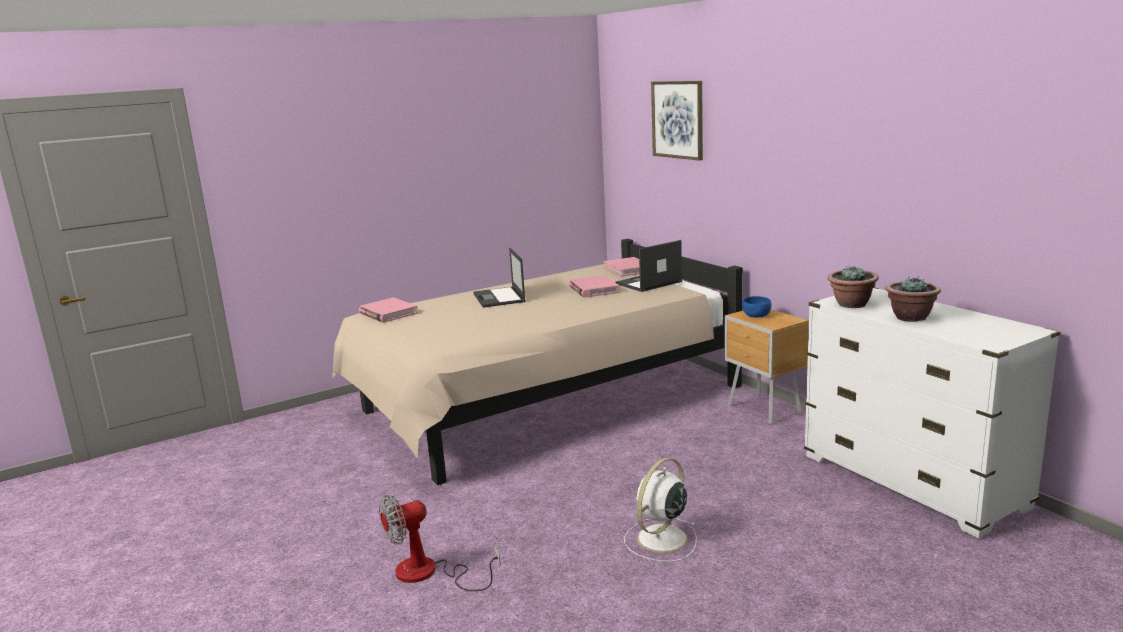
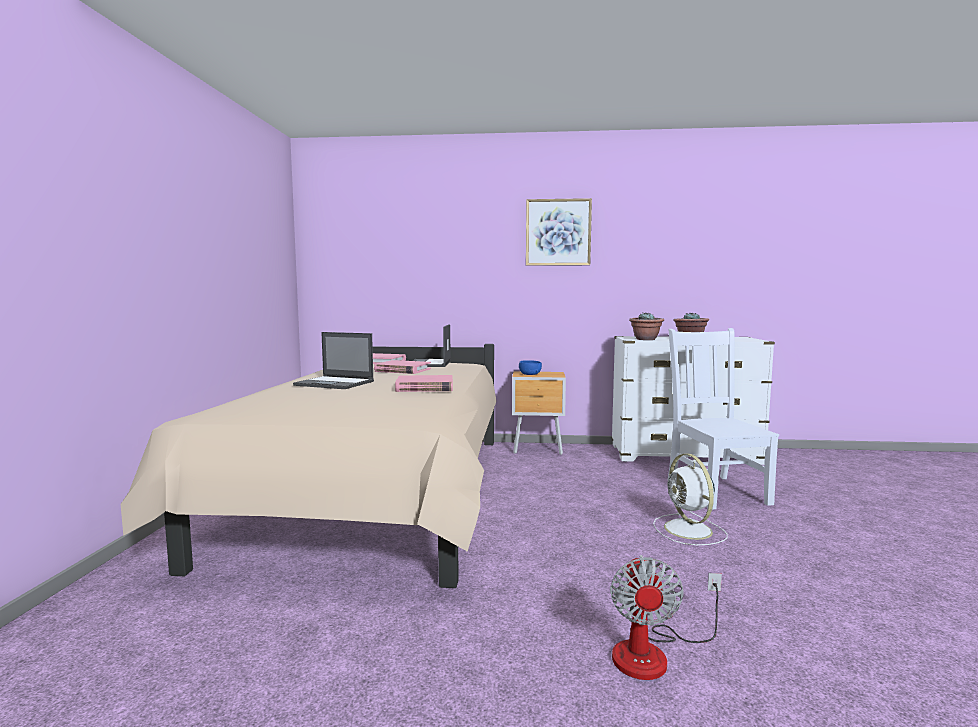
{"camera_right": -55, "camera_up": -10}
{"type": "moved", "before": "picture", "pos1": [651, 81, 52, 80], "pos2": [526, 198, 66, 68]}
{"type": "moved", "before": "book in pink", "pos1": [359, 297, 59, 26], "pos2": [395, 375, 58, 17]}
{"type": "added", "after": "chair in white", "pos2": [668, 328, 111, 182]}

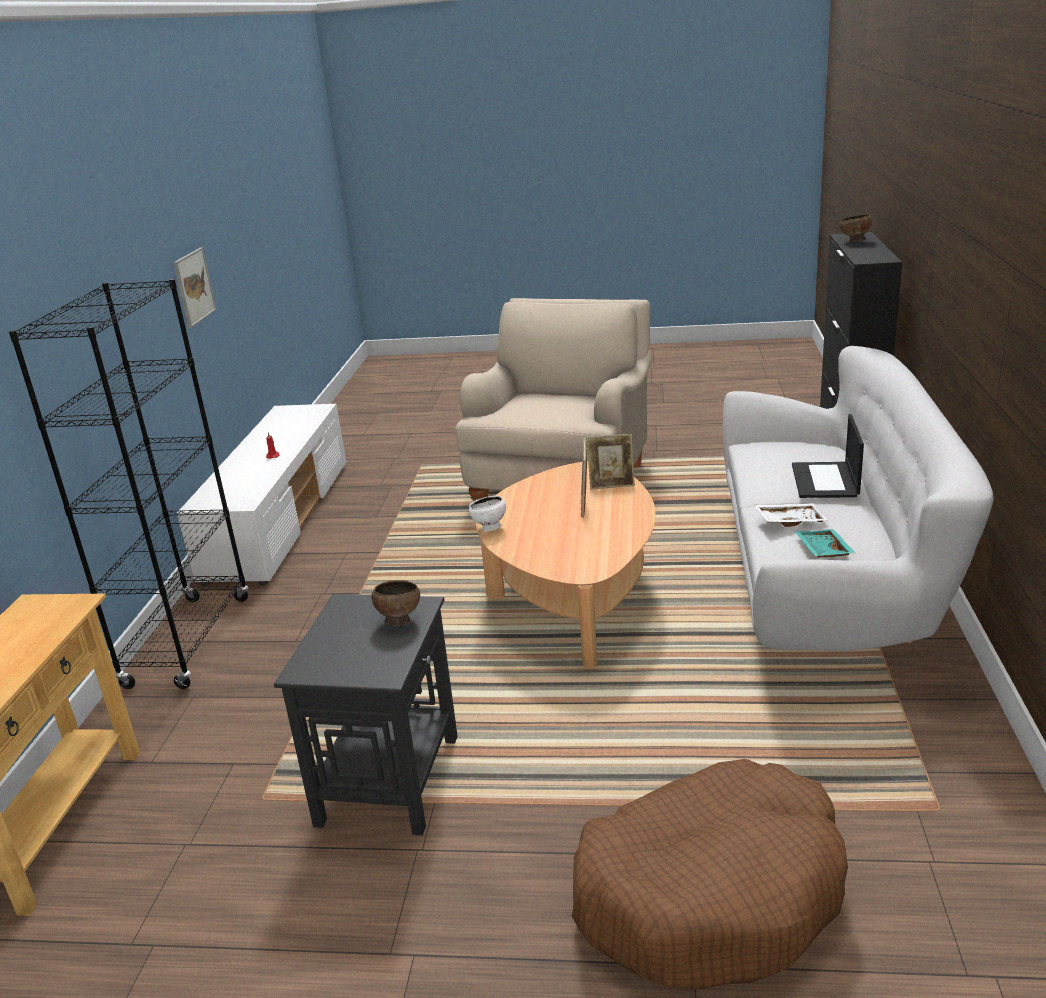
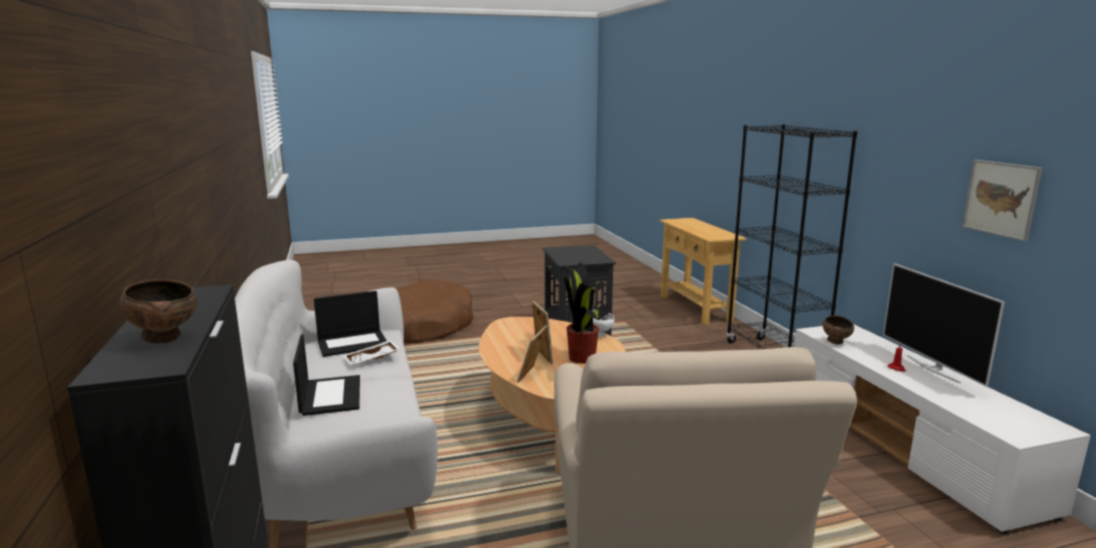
{"camera_right": 155, "camera_up": -10}
{"type": "turned", "before": "picture frame", "pos1": [587, 434, 48, 56], "pos2": [517, 325, 30, 58], "turn": -45}
{"type": "replaced", "before": "tray in turquoise", "after": "laptop", "pos1": [795, 529, 61, 29], "pos2": [314, 291, 73, 66]}
{"type": "moved", "before": "bowl in brown", "pos1": [372, 580, 48, 46], "pos2": [823, 315, 31, 29]}
{"type": "added", "after": "potted plant", "pos2": [561, 262, 48, 102]}
{"type": "added", "after": "television", "pos2": [883, 263, 122, 124]}

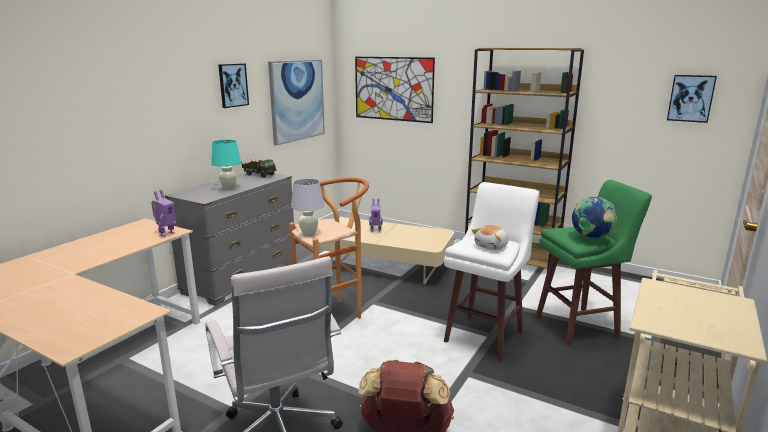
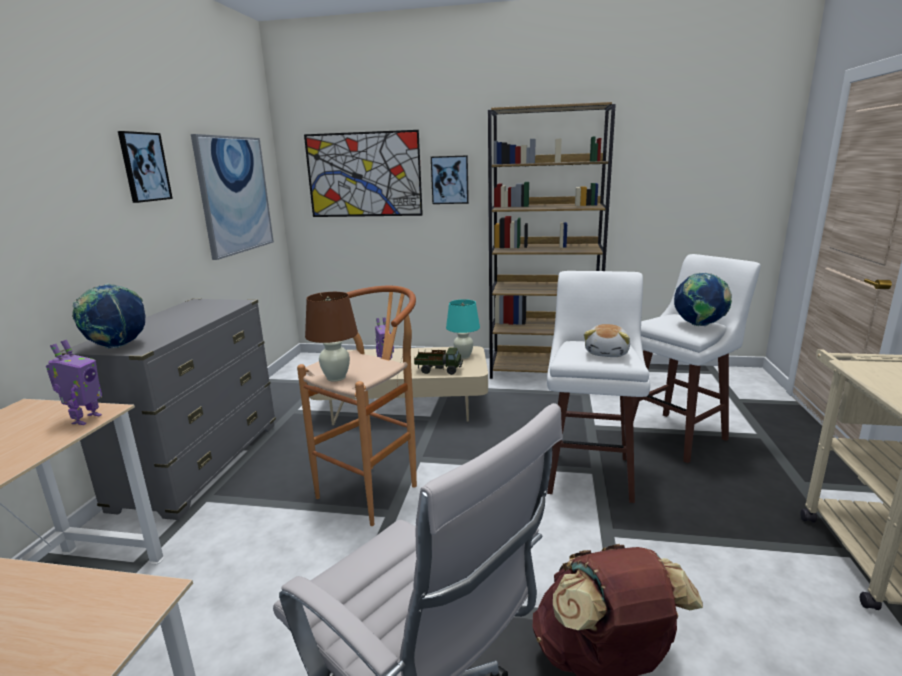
{"camera_right": -20, "camera_up": 0}
{"type": "moved", "before": "picture", "pos1": [667, 75, 50, 48], "pos2": [431, 155, 38, 49]}
{"type": "moved", "before": "table lamp in turquoise", "pos1": [211, 140, 30, 50], "pos2": [446, 299, 34, 60]}
{"type": "moved", "before": "toy truck", "pos1": [241, 159, 36, 19], "pos2": [414, 348, 49, 27]}
{"type": "recoloured", "before": "table lamp in white", "after": "table lamp in brown", "pos1": [291, 179, 33, 57], "pos2": [305, 292, 53, 90]}
{"type": "recoloured", "before": "stool in green", "after": "stool in white", "pos1": [536, 180, 116, 166], "pos2": [633, 254, 128, 209]}
{"type": "added", "after": "globe", "pos2": [72, 284, 73, 65]}

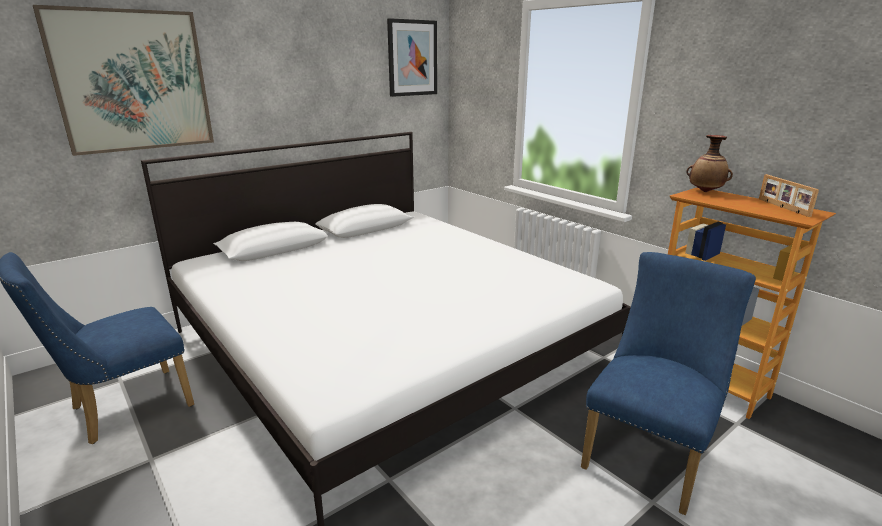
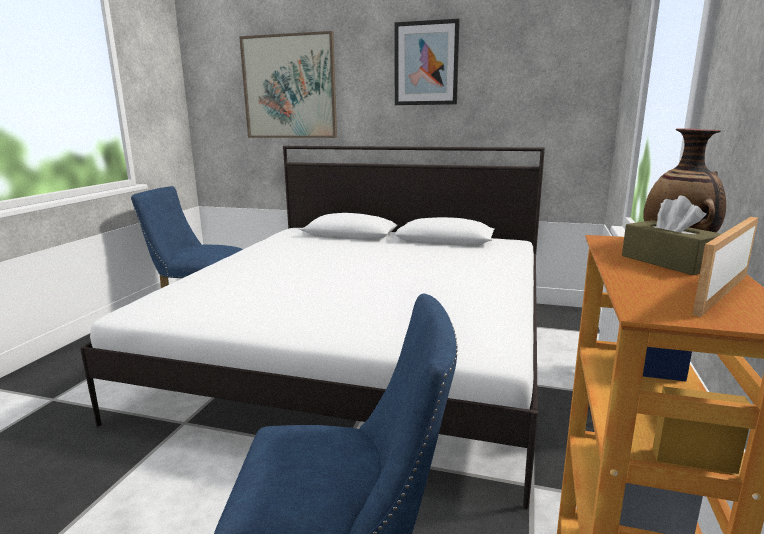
{"camera_right": 55, "camera_up": -5}
{"type": "moved", "before": "picture", "pos1": [387, 18, 50, 79], "pos2": [394, 18, 66, 87]}
{"type": "added", "after": "tissue box in brown", "pos2": [622, 195, 99, 80]}

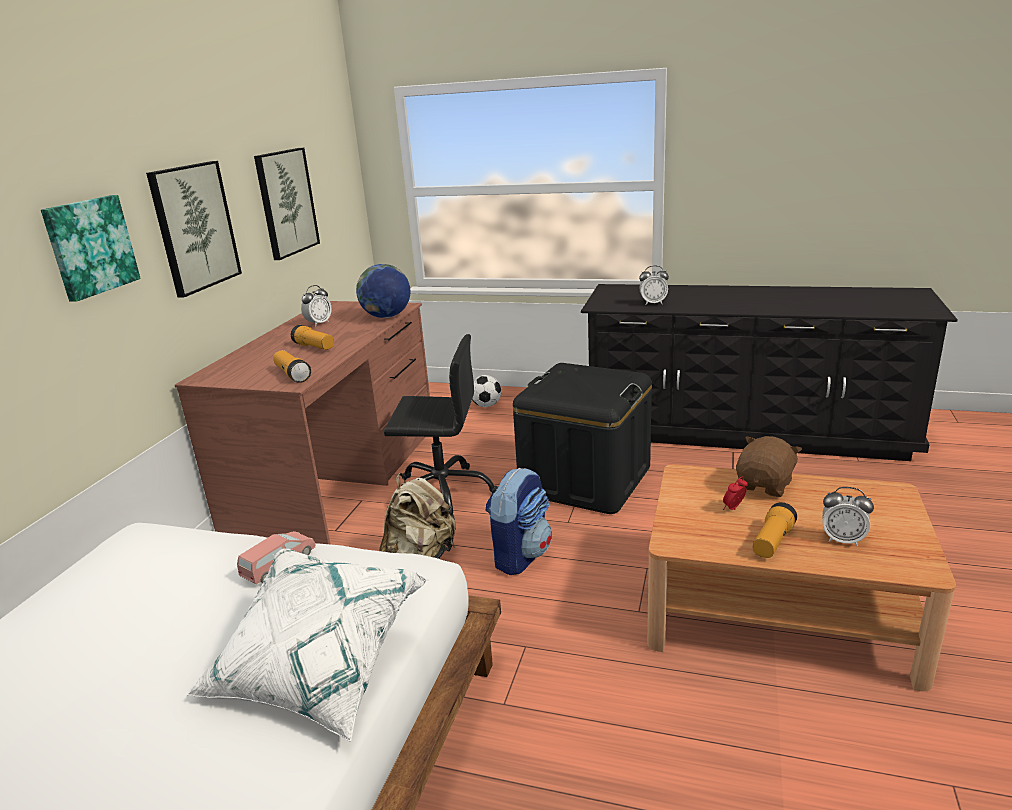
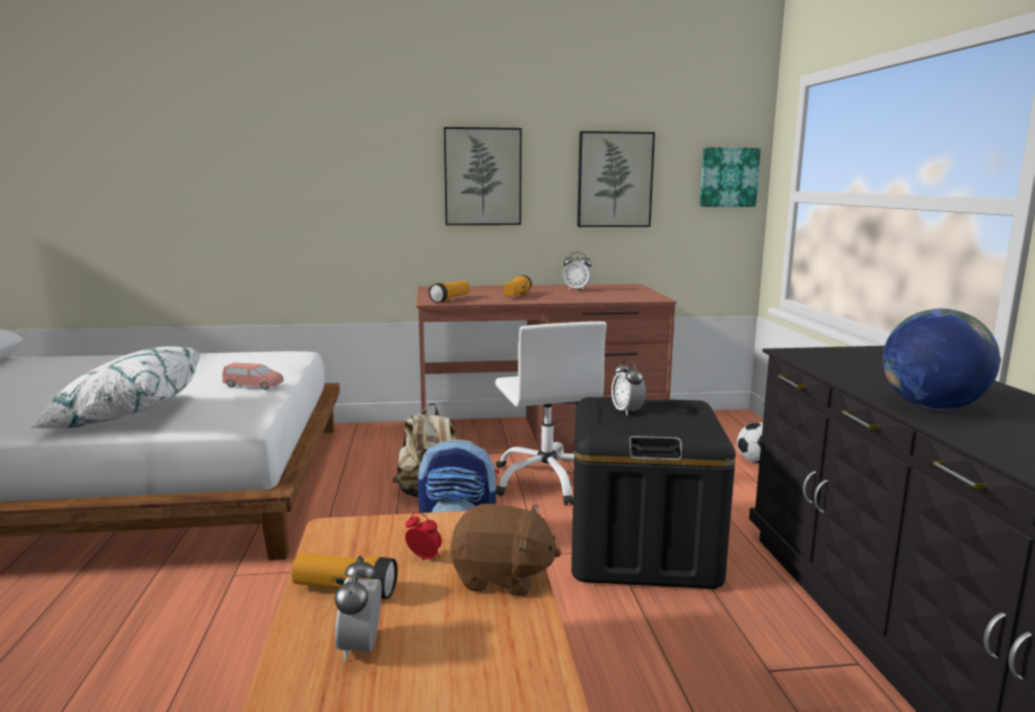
{"camera_right": 65, "camera_up": -10}
{"type": "moved", "before": "picture", "pos1": [41, 195, 100, 107], "pos2": [700, 147, 61, 60]}
{"type": "moved", "before": "globe", "pos1": [356, 264, 54, 54], "pos2": [883, 309, 117, 101]}
{"type": "moved", "before": "alarm clock", "pos1": [639, 266, 30, 39], "pos2": [611, 359, 35, 57]}
{"type": "recoloured", "before": "office chair in black", "after": "office chair in white", "pos1": [384, 334, 114, 186], "pos2": [495, 321, 112, 185]}

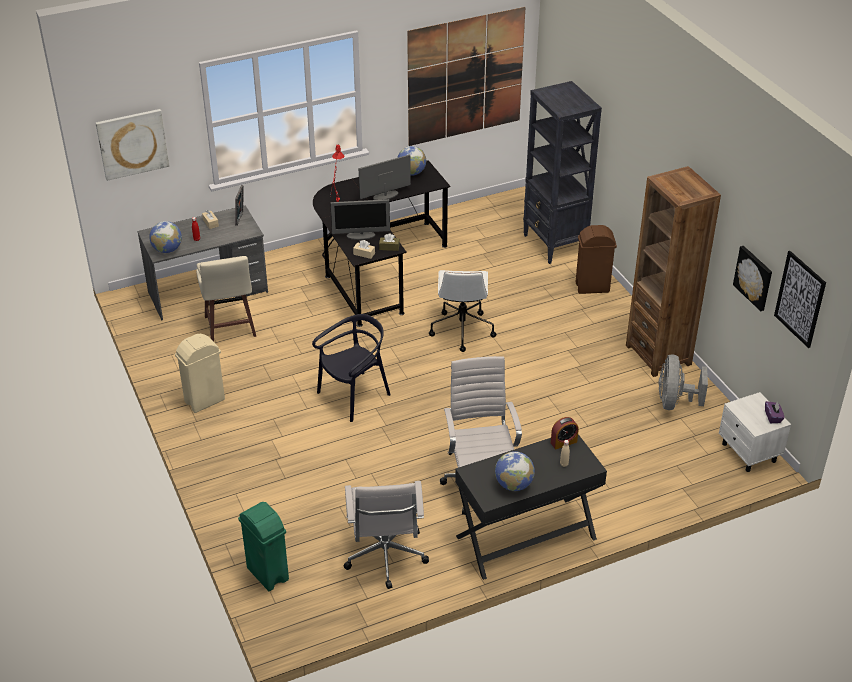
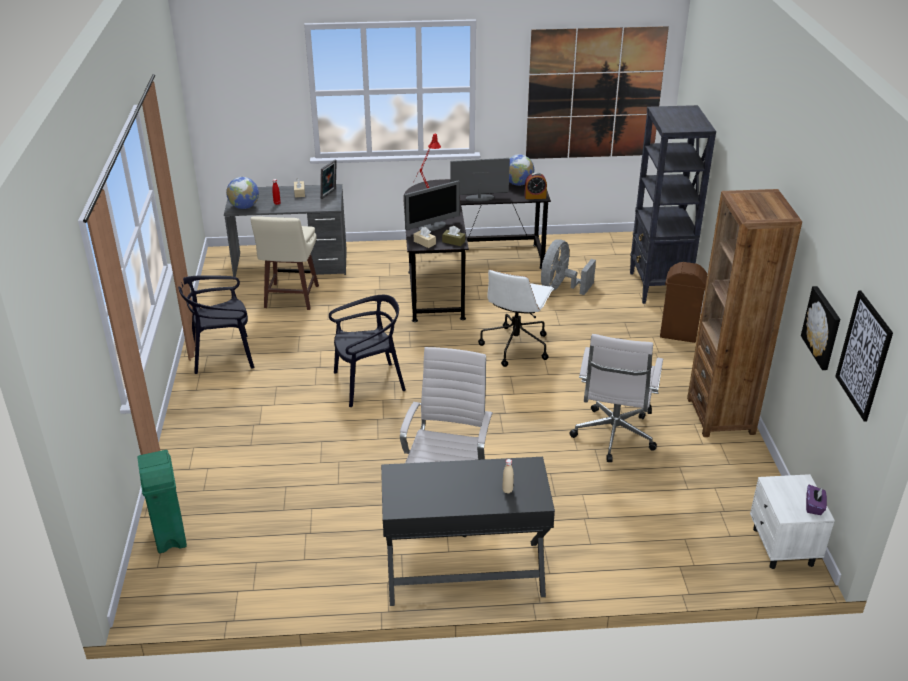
{"camera_right": 20, "camera_up": -5}
{"type": "removed", "before": "picture", "pos1": [96, 109, 73, 72]}
{"type": "turned", "before": "monitor", "pos1": [330, 199, 60, 41], "pos2": [404, 180, 56, 51], "turn": -45}
{"type": "replaced", "before": "trash can in beige", "after": "chair in black", "pos1": [175, 334, 50, 79], "pos2": [178, 275, 76, 99]}
{"type": "moved", "before": "fan in grey", "pos1": [659, 355, 49, 55], "pos2": [541, 239, 55, 56]}
{"type": "moved", "before": "alarm clock", "pos1": [551, 417, 28, 32], "pos2": [525, 173, 22, 26]}
{"type": "removed", "before": "globe", "pos1": [495, 451, 40, 40]}
{"type": "moved", "before": "office chair in white", "pos1": [344, 481, 85, 108], "pos2": [570, 334, 93, 128]}

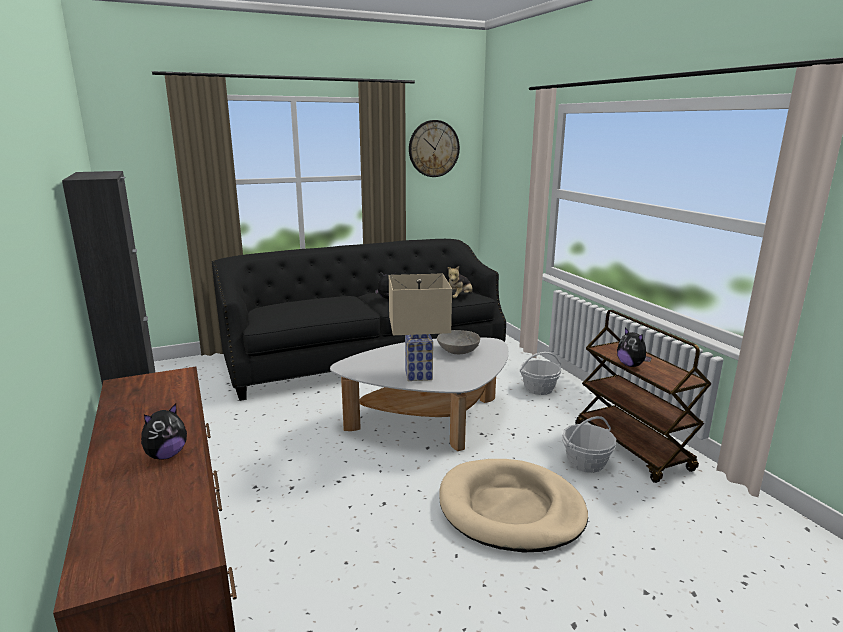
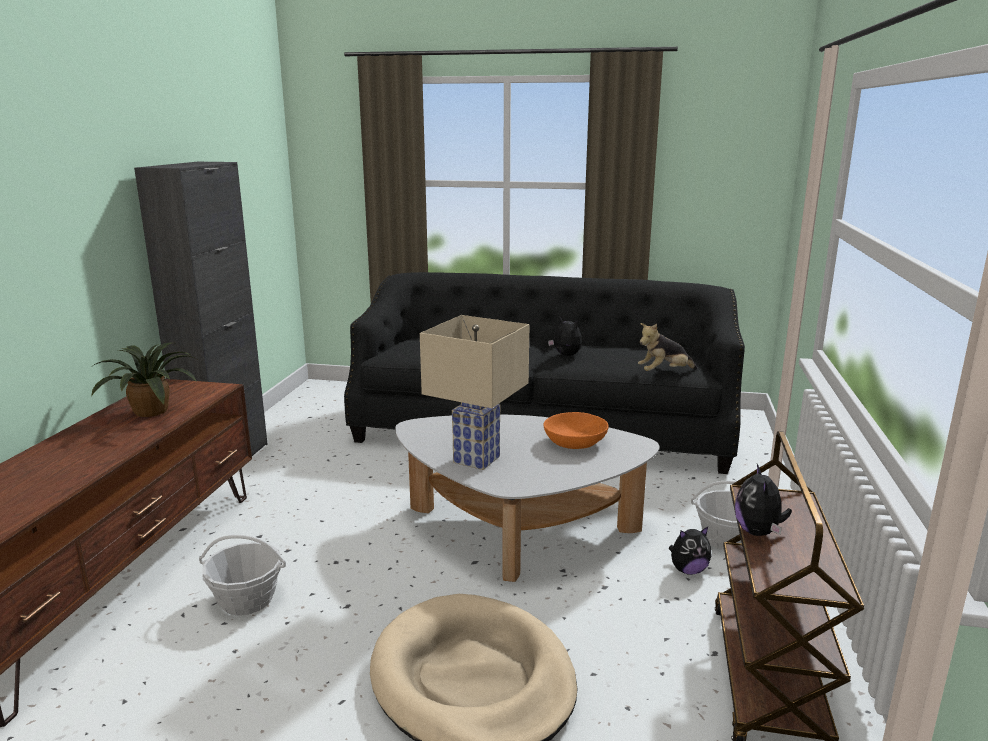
{"camera_right": 35, "camera_up": 0}
{"type": "removed", "before": "wall clock", "pos1": [409, 120, 51, 57]}
{"type": "recoloured", "before": "bowl in grey", "after": "bowl in orange", "pos1": [437, 330, 43, 24], "pos2": [544, 412, 65, 37]}
{"type": "moved", "before": "plush toy", "pos1": [141, 404, 46, 56], "pos2": [669, 527, 42, 48]}
{"type": "moved", "before": "basket", "pos1": [562, 416, 54, 57], "pos2": [199, 535, 87, 80]}
{"type": "added", "after": "potted plant", "pos2": [91, 343, 106, 74]}

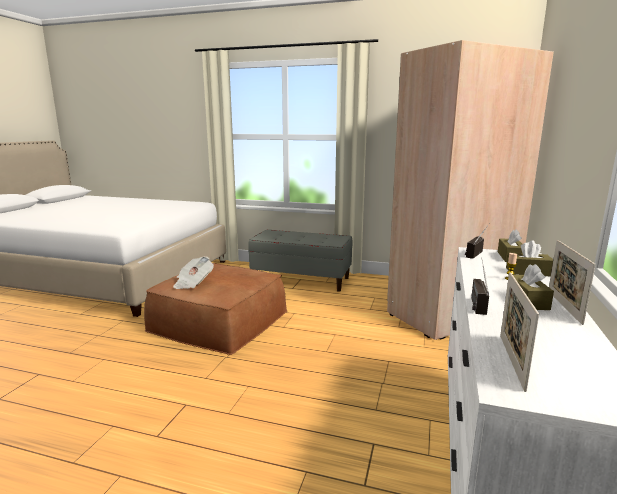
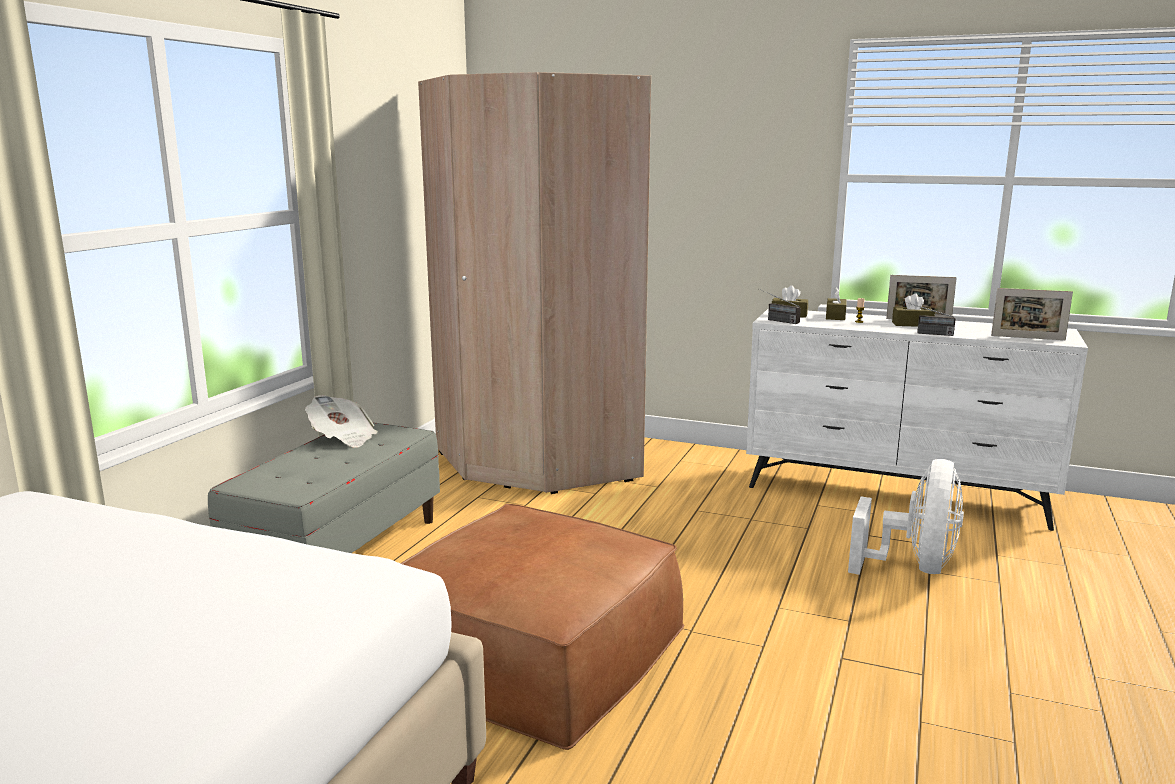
{"camera_right": -85, "camera_up": 0}
{"type": "moved", "before": "newspaper", "pos1": [173, 256, 41, 33], "pos2": [305, 395, 72, 53]}
{"type": "added", "after": "fan in white", "pos2": [848, 459, 116, 116]}

